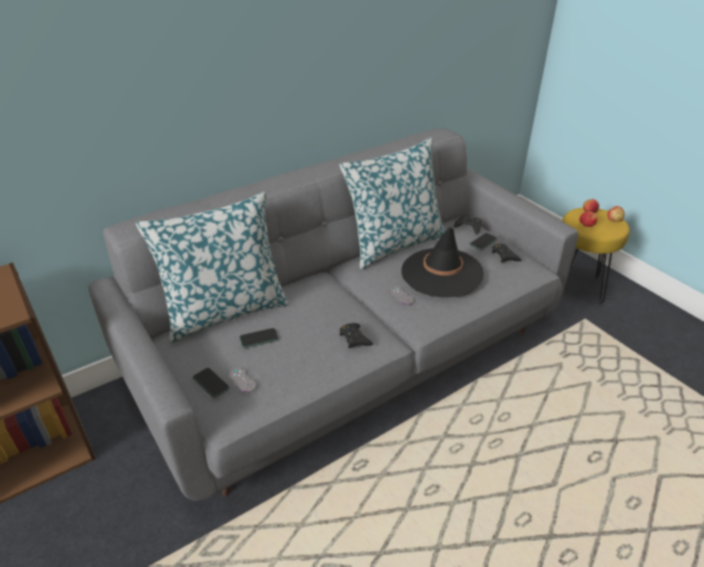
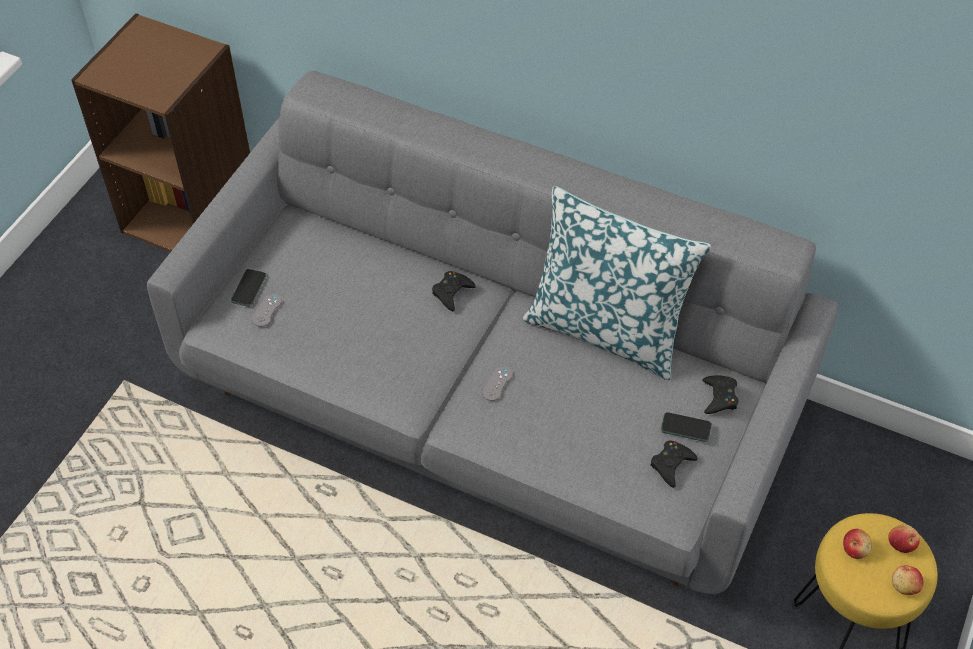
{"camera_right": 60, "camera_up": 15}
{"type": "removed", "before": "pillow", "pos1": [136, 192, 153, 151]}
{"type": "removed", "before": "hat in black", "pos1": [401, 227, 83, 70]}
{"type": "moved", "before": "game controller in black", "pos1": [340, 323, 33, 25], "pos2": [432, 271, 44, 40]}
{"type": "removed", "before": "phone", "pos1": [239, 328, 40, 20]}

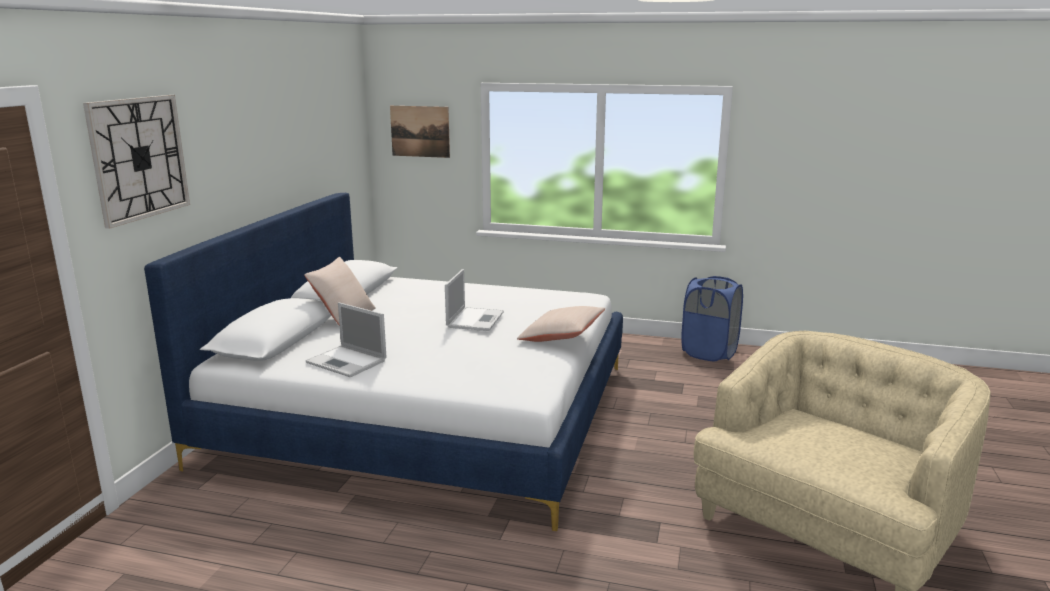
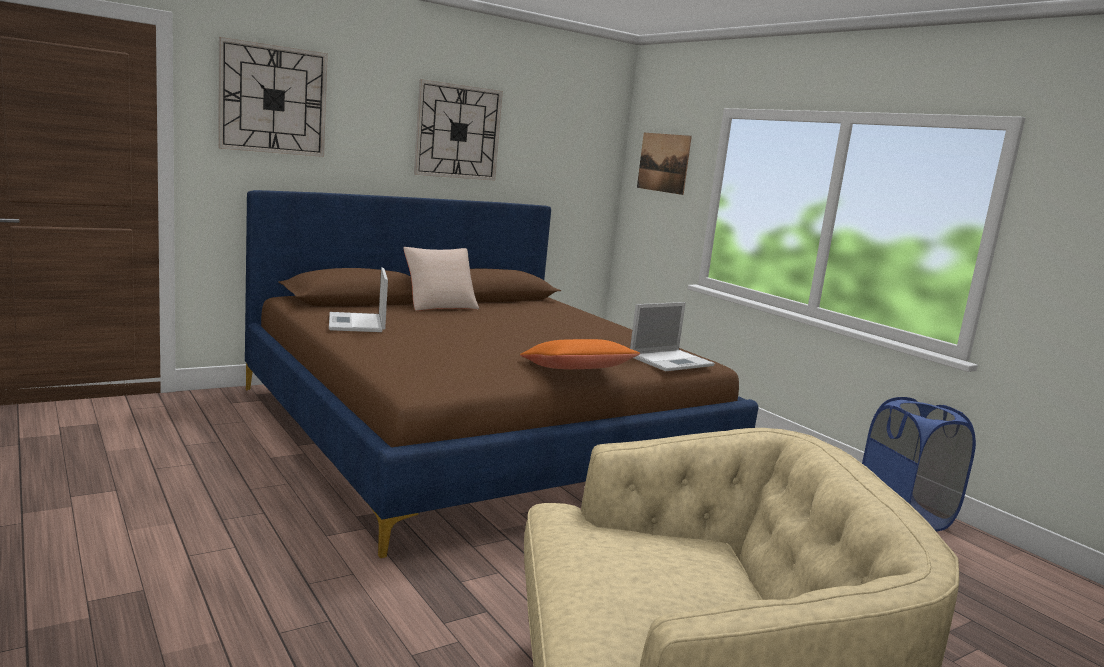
{"camera_right": 40, "camera_up": -5}
{"type": "recoloured", "before": "bed in white", "after": "bed in brown", "pos1": [144, 193, 479, 338], "pos2": [245, 190, 513, 368]}
{"type": "moved", "before": "laptop", "pos1": [445, 269, 59, 62], "pos2": [630, 302, 85, 69]}
{"type": "recoloured", "before": "pillow in beige", "after": "pillow in orange", "pos1": [517, 306, 88, 36], "pos2": [520, 339, 120, 30]}
{"type": "added", "after": "wall clock", "pos2": [414, 79, 89, 102]}

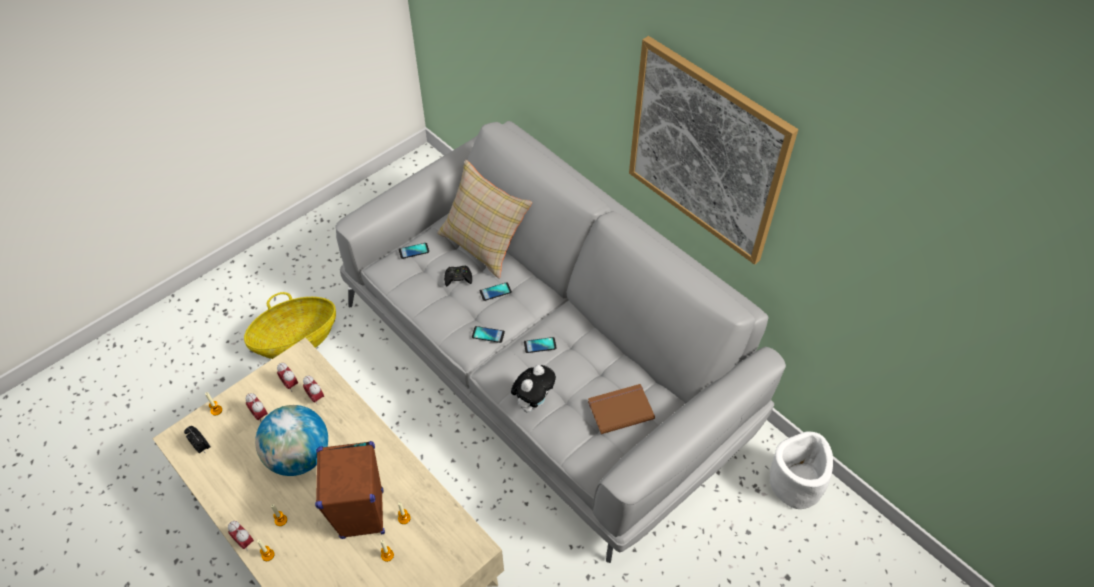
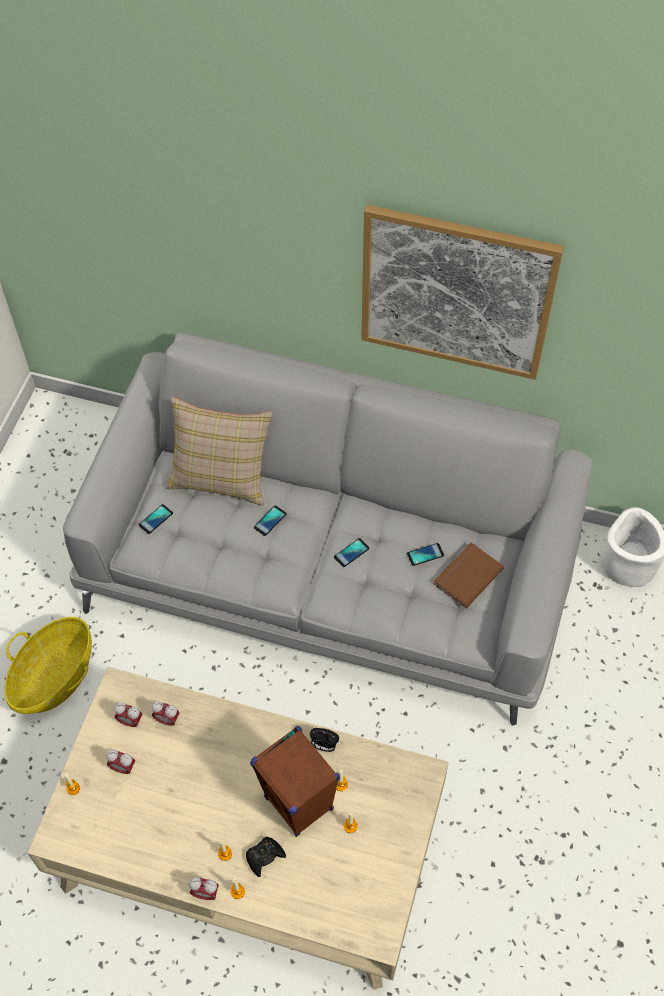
{"camera_right": -30, "camera_up": 5}
{"type": "moved", "before": "game controller in black", "pos1": [444, 266, 28, 20], "pos2": [246, 837, 40, 40]}
{"type": "moved", "before": "phone", "pos1": [472, 326, 33, 17], "pos2": [407, 543, 37, 23]}
{"type": "removed", "before": "plush toy", "pos1": [511, 365, 45, 47]}
{"type": "removed", "before": "globe", "pos1": [255, 405, 73, 71]}
{"type": "moved", "before": "alarm clock", "pos1": [184, 426, 27, 28], "pos2": [310, 728, 29, 24]}

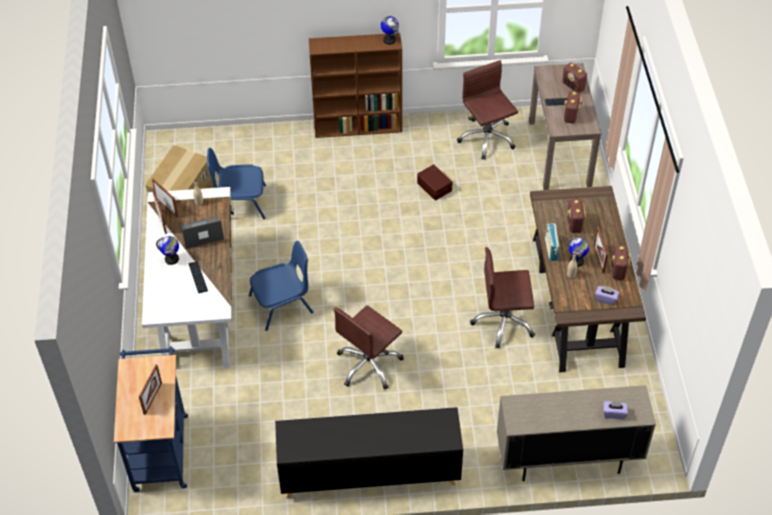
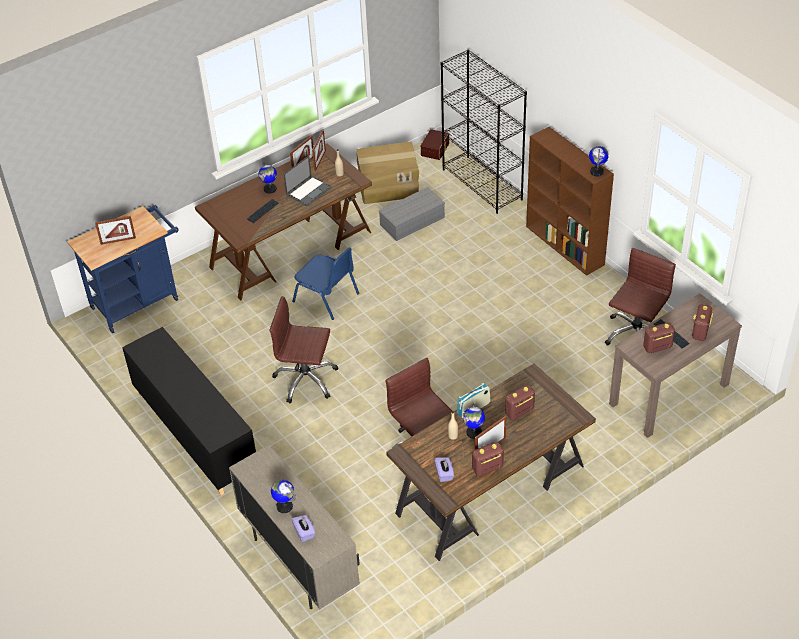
{"camera_right": 60, "camera_up": -5}
{"type": "replaced", "before": "chair in blue", "after": "storage box in grey", "pos1": [207, 148, 59, 71], "pos2": [379, 187, 66, 54]}
{"type": "moved", "before": "storage box in brown", "pos1": [417, 164, 35, 36], "pos2": [421, 129, 28, 31]}
{"type": "recoloured", "before": "desk in white", "after": "desk in brown", "pos1": [142, 187, 92, 182], "pos2": [195, 143, 177, 157]}
{"type": "turned", "before": "laptop", "pos1": [179, 216, 45, 33], "pos2": [283, 156, 49, 50], "turn": 90}
{"type": "added", "after": "bookcase in black", "pos2": [440, 49, 87, 165]}
{"type": "added", "after": "globe", "pos2": [271, 480, 25, 33]}

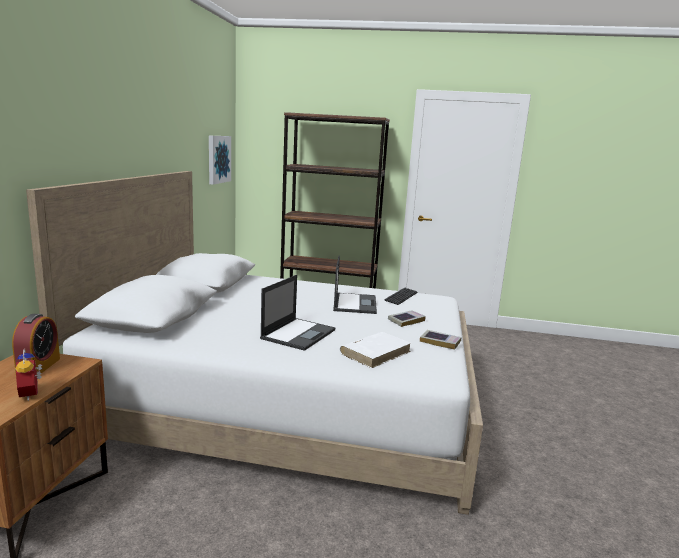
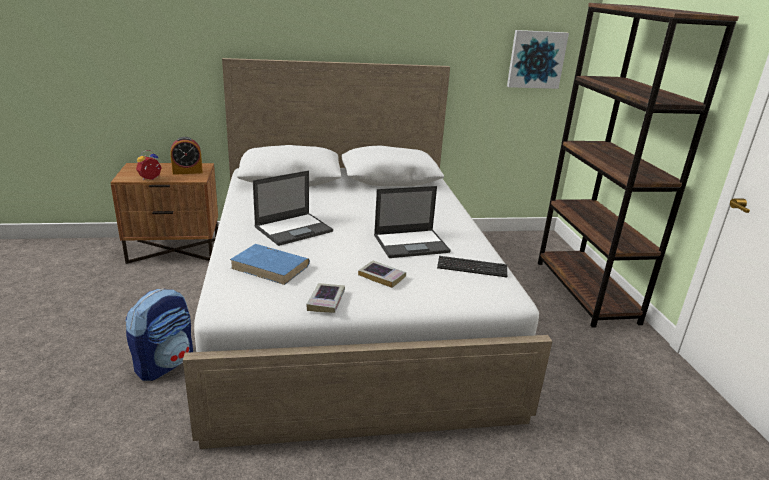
{"camera_right": 70, "camera_up": 10}
{"type": "turned", "before": "laptop", "pos1": [260, 275, 75, 76], "pos2": [253, 170, 80, 76], "turn": -45}
{"type": "recoloured", "before": "book in white", "after": "book in blue", "pos1": [340, 332, 71, 36], "pos2": [230, 244, 80, 41]}
{"type": "added", "after": "backpack", "pos2": [125, 288, 68, 93]}

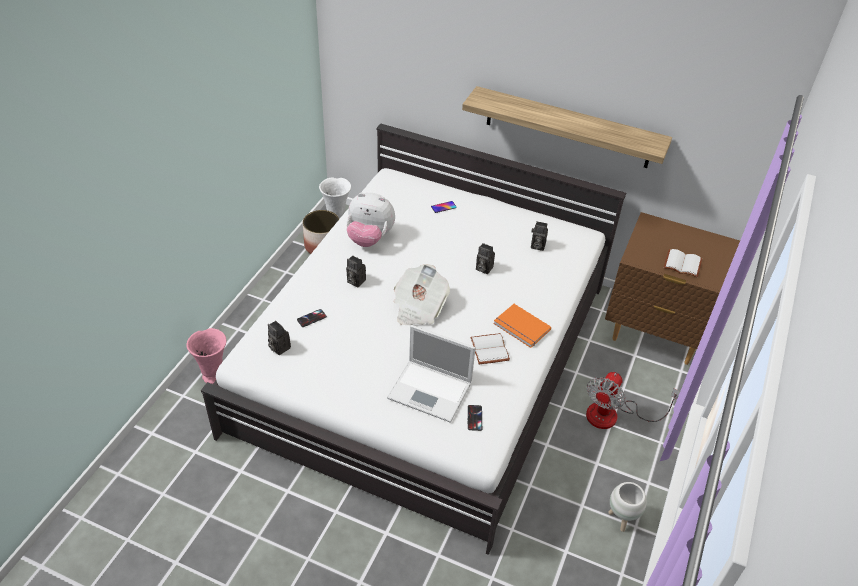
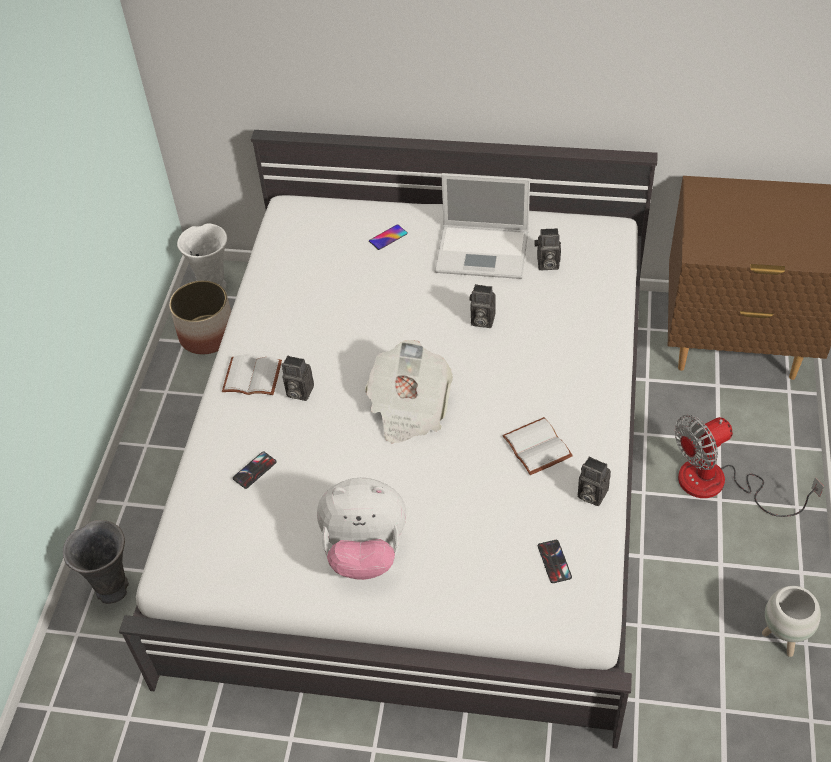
{"camera_right": -10, "camera_up": 5}
{"type": "removed", "before": "shelf", "pos1": [462, 86, 210, 82]}
{"type": "moved", "before": "plush toy", "pos1": [346, 193, 49, 54], "pos2": [317, 478, 89, 102]}
{"type": "moved", "before": "book in white", "pos1": [663, 249, 39, 28], "pos2": [222, 355, 60, 40]}
{"type": "removed", "before": "book in orange", "pos1": [494, 304, 57, 44]}
{"type": "moved", "before": "photo camera", "pos1": [268, 321, 23, 34], "pos2": [578, 457, 33, 49]}
{"type": "moved", "before": "laptop", "pos1": [387, 325, 89, 98], "pos2": [435, 173, 95, 106]}
{"type": "recoloured", "before": "vase in pink", "after": "vase in grey", "pos1": [186, 328, 40, 56], "pos2": [63, 520, 66, 84]}
{"type": "turned", "before": "fan", "pos1": [586, 372, 94, 57], "pos2": [675, 415, 149, 102], "turn": 45}

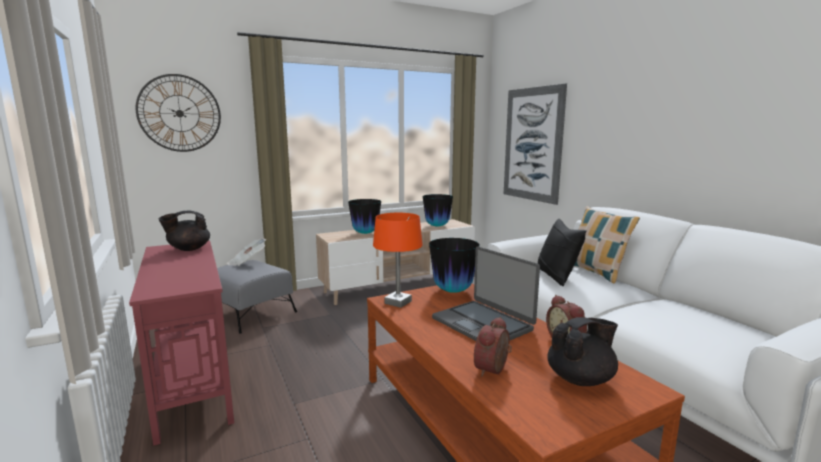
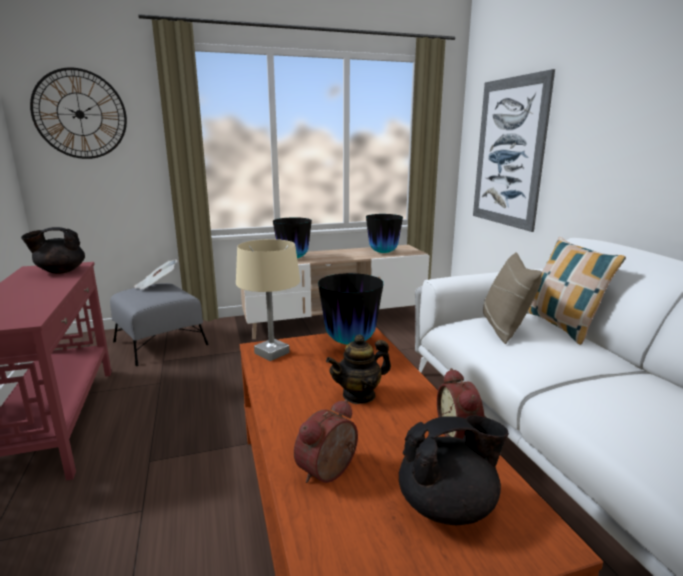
{"camera_right": 10, "camera_up": 5}
{"type": "recoloured", "before": "table lamp in orange", "after": "table lamp in beige", "pos1": [373, 213, 50, 95], "pos2": [236, 239, 64, 122]}
{"type": "recoloured", "before": "pillow in black", "after": "pillow in beige", "pos1": [538, 219, 49, 67], "pos2": [483, 252, 59, 92]}
{"type": "replaced", "before": "laptop", "after": "teapot", "pos1": [432, 246, 108, 95], "pos2": [326, 334, 65, 70]}

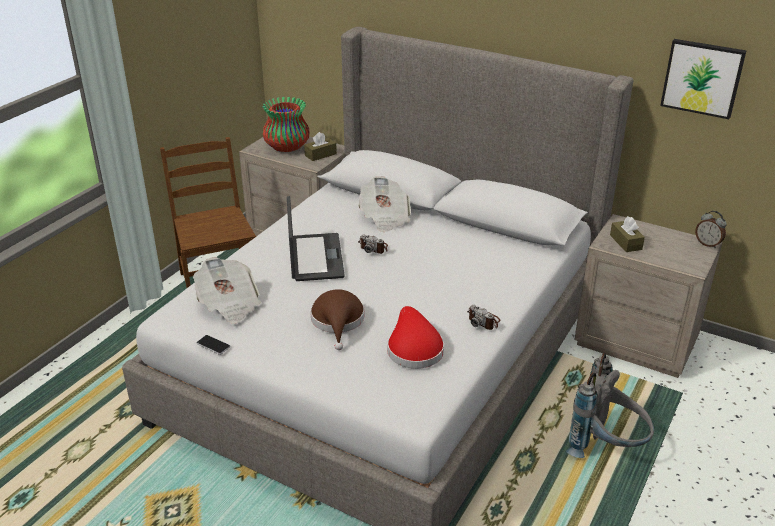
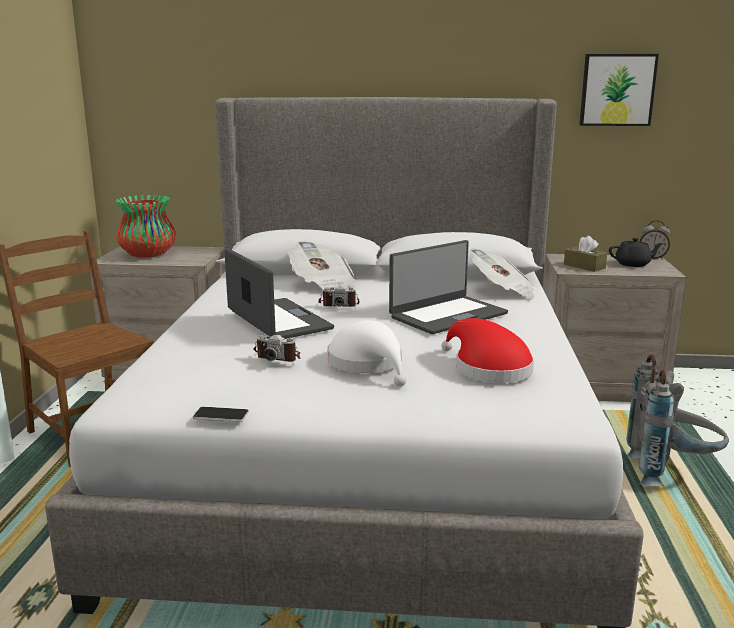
{"camera_right": -25, "camera_up": -15}
{"type": "removed", "before": "tissue box in brown", "pos1": [304, 132, 33, 29]}
{"type": "moved", "before": "newspaper", "pos1": [193, 257, 68, 67], "pos2": [470, 248, 65, 51]}
{"type": "recoloured", "before": "hat in brown", "after": "hat in white", "pos1": [310, 289, 54, 61], "pos2": [327, 320, 79, 67]}
{"type": "moved", "before": "photo camera", "pos1": [467, 305, 33, 25], "pos2": [253, 335, 48, 27]}
{"type": "added", "after": "teapot in black", "pos2": [609, 238, 55, 29]}
{"type": "added", "after": "laptop", "pos2": [389, 240, 119, 94]}

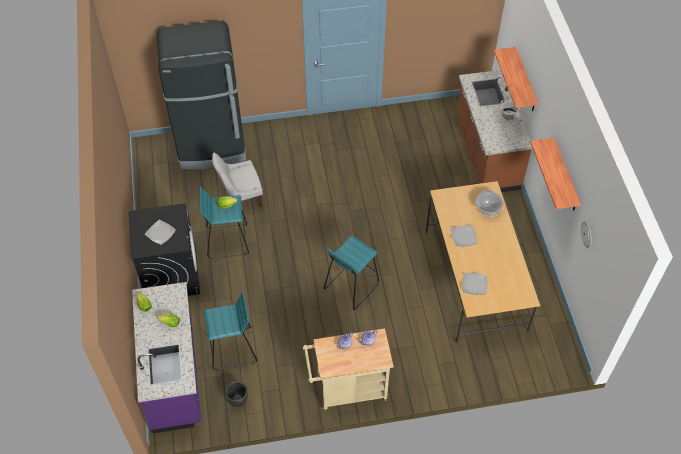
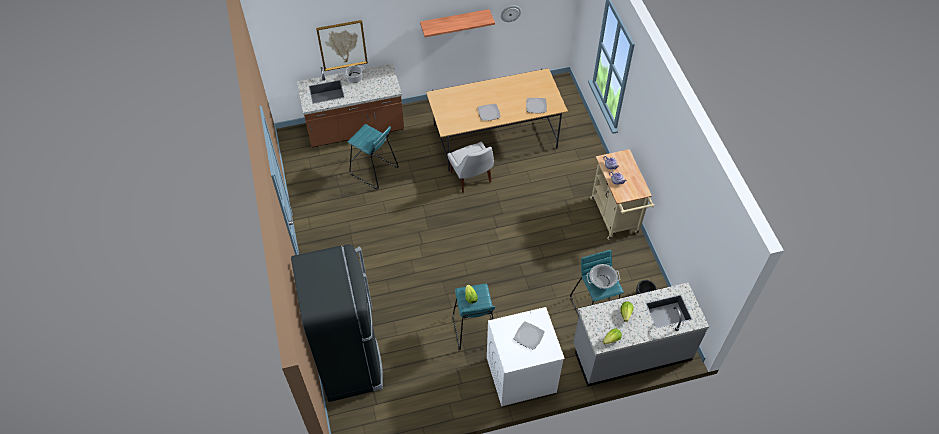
{"camera_right": -95, "camera_up": 0}
{"type": "replaced", "before": "shelf", "after": "picture", "pos1": [494, 47, 44, 64], "pos2": [316, 20, 52, 51]}
{"type": "moved", "before": "chair in white", "pos1": [212, 153, 51, 55], "pos2": [447, 142, 47, 51]}
{"type": "moved", "before": "cooking pot", "pos1": [475, 190, 29, 27], "pos2": [587, 264, 33, 25]}
{"type": "recoloured", "before": "washing machine in black", "after": "washing machine in white", "pos1": [128, 203, 72, 93], "pos2": [487, 307, 78, 99]}
{"type": "moved", "before": "stool in turquoise", "pos1": [324, 236, 55, 74], "pos2": [348, 124, 51, 66]}
{"type": "recoloured", "before": "counter in purple", "after": "counter in grey", "pos1": [132, 282, 69, 151], "pos2": [573, 283, 136, 104]}

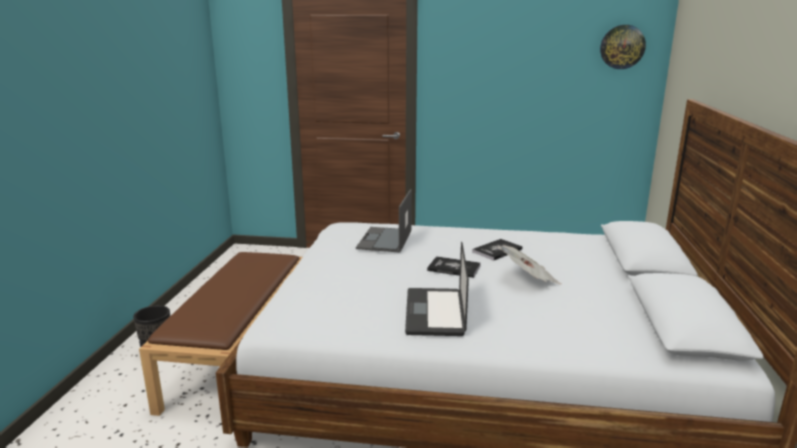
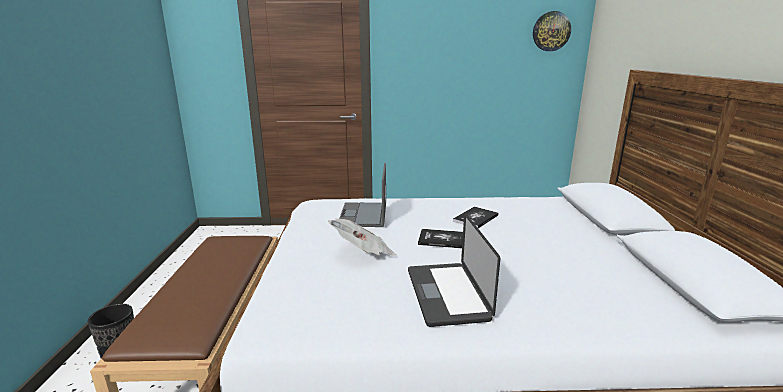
{"camera_right": -10, "camera_up": 0}
{"type": "moved", "before": "newspaper", "pos1": [498, 245, 64, 39], "pos2": [328, 219, 69, 37]}

